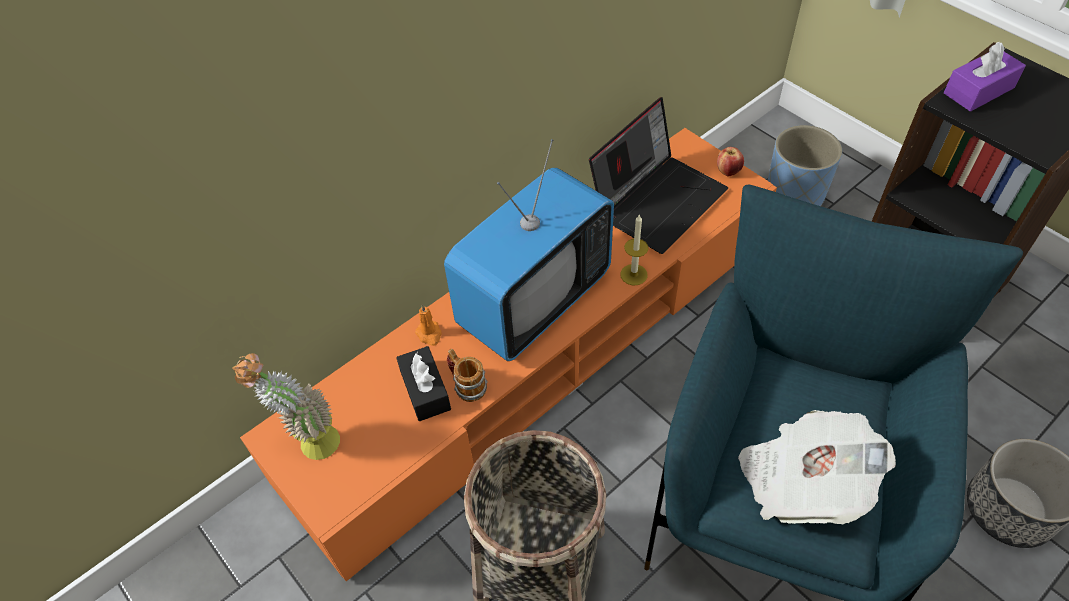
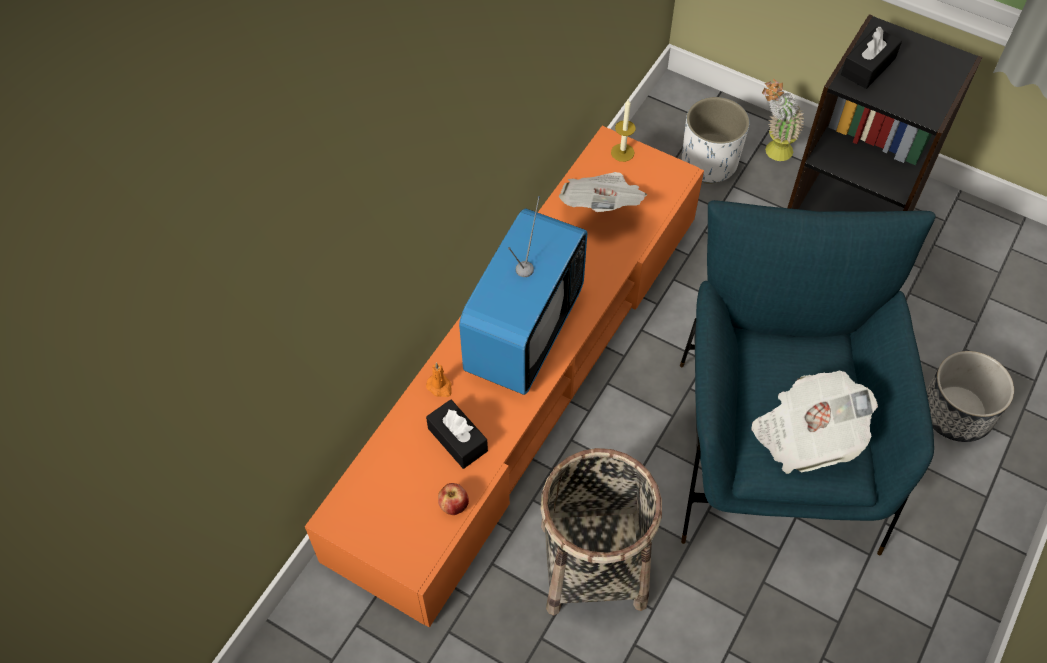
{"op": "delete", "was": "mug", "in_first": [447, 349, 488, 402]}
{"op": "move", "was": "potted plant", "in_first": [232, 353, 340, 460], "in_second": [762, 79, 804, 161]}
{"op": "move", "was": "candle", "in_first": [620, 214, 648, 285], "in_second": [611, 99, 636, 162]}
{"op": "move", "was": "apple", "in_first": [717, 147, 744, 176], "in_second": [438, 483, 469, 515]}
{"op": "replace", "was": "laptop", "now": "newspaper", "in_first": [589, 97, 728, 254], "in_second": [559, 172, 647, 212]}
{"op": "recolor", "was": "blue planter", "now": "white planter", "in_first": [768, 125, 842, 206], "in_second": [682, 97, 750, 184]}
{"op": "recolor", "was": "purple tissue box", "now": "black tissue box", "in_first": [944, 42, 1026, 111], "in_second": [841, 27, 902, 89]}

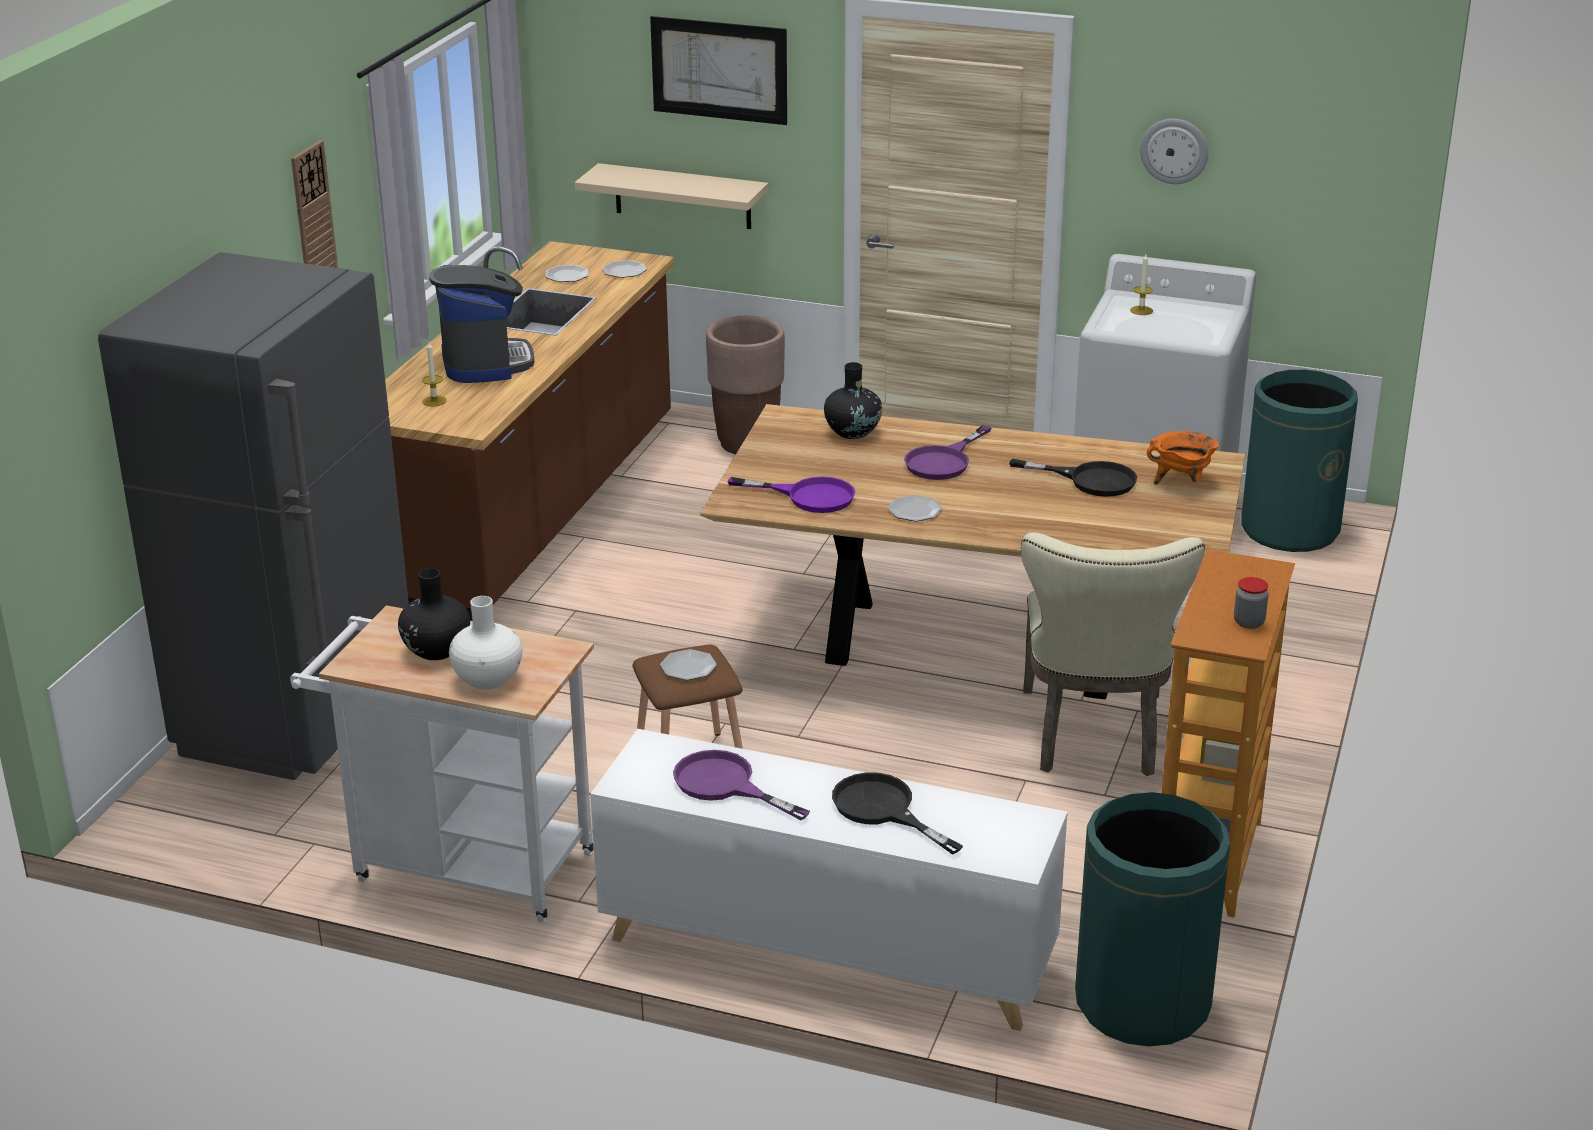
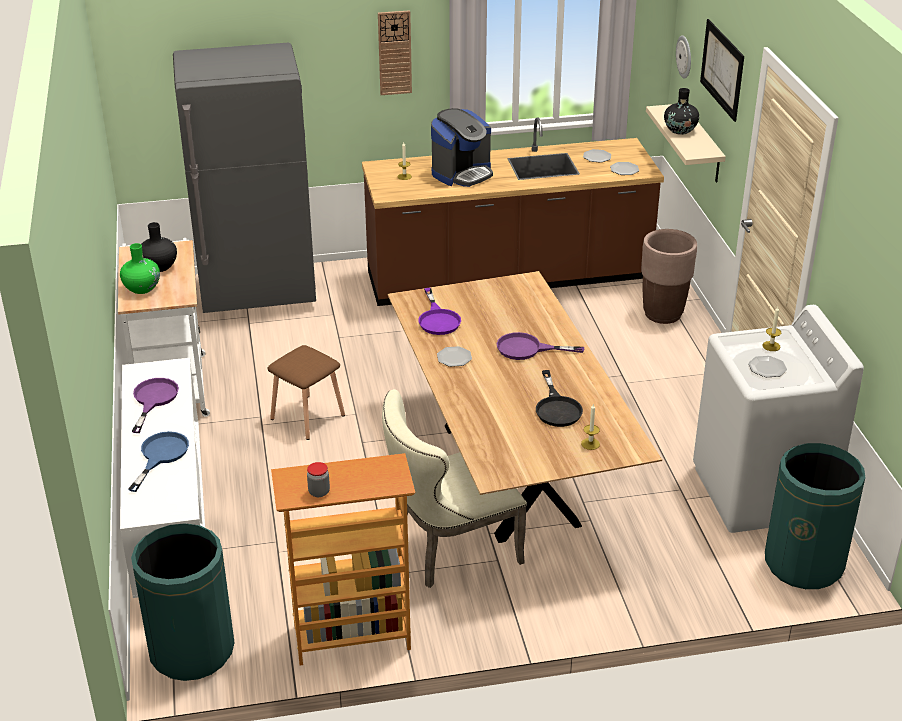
{"op": "move", "was": "plate", "in_first": [660, 649, 717, 680], "in_second": [748, 356, 787, 377]}
{"op": "move", "was": "black vase", "in_first": [824, 362, 882, 439], "in_second": [664, 88, 699, 135]}
{"op": "move", "was": "wall clock", "in_first": [1140, 119, 1209, 184], "in_second": [676, 35, 691, 79]}
{"op": "replace", "was": "orange cooking pot", "now": "candle", "in_first": [1147, 431, 1219, 485], "in_second": [581, 403, 600, 450]}
{"op": "recolor", "was": "white vase", "now": "green vase", "in_first": [449, 596, 522, 690], "in_second": [120, 243, 160, 294]}
{"op": "recolor", "was": "black frying pan", "now": "blue frying pan", "in_first": [832, 772, 963, 855], "in_second": [128, 431, 189, 492]}

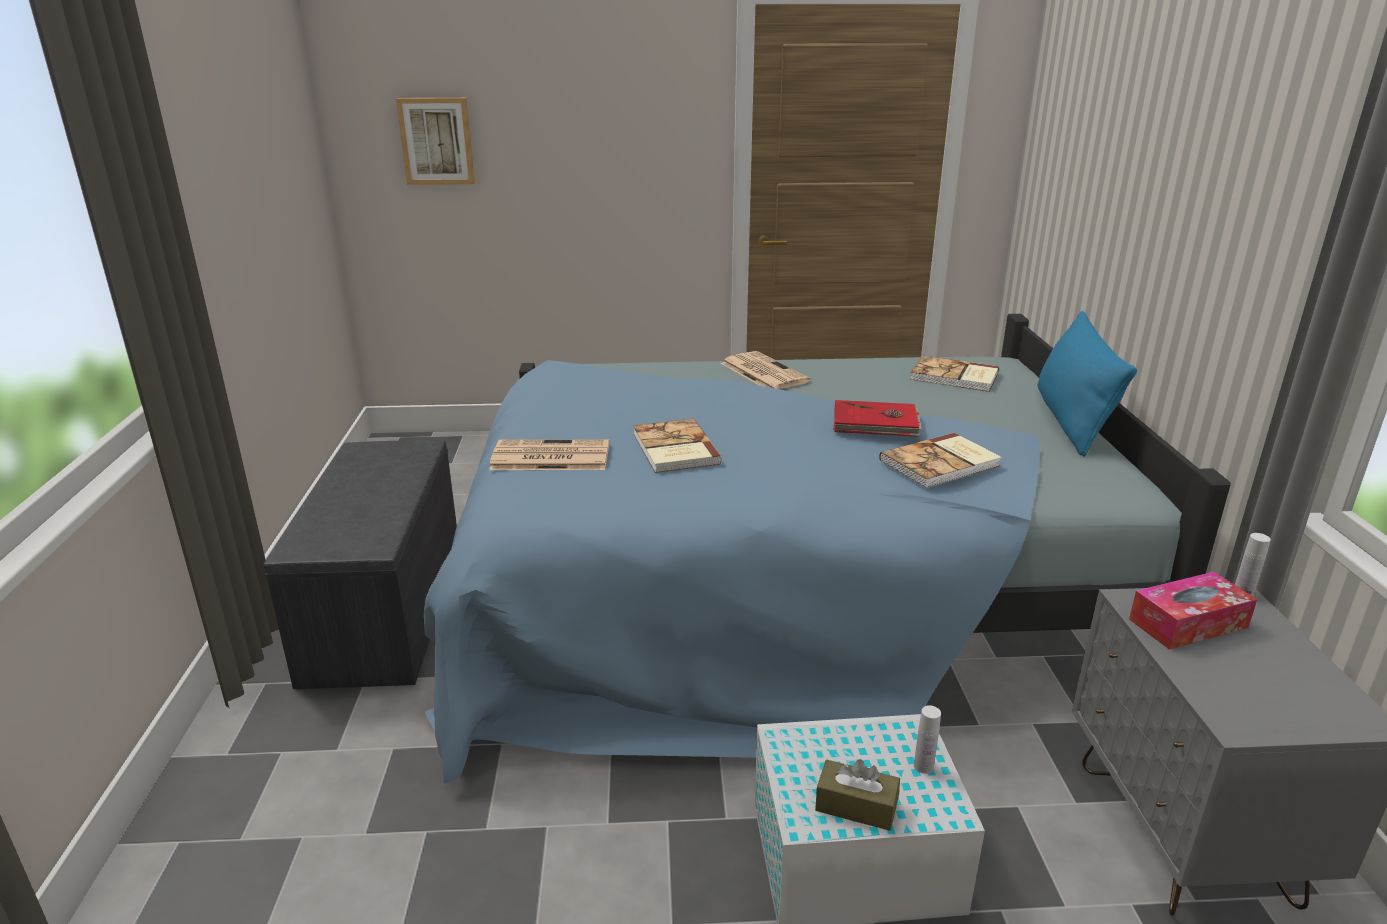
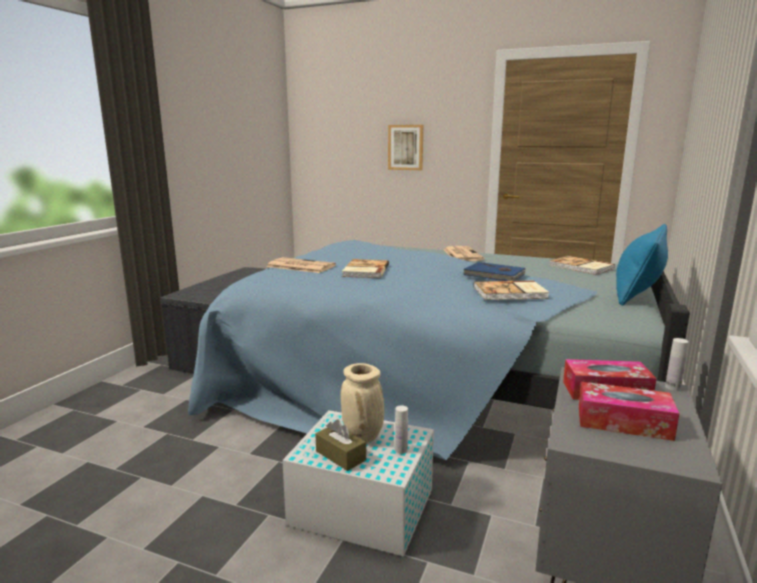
{"op": "insert", "now": "beige vase", "in_second": [340, 363, 384, 443]}
{"op": "insert", "now": "tissue box", "in_second": [579, 382, 680, 441]}
{"op": "move", "was": "picture", "in_first": [396, 98, 475, 185], "in_second": [388, 125, 423, 170]}
{"op": "recolor", "was": "red book", "now": "blue book", "in_first": [833, 400, 922, 437], "in_second": [464, 262, 526, 281]}

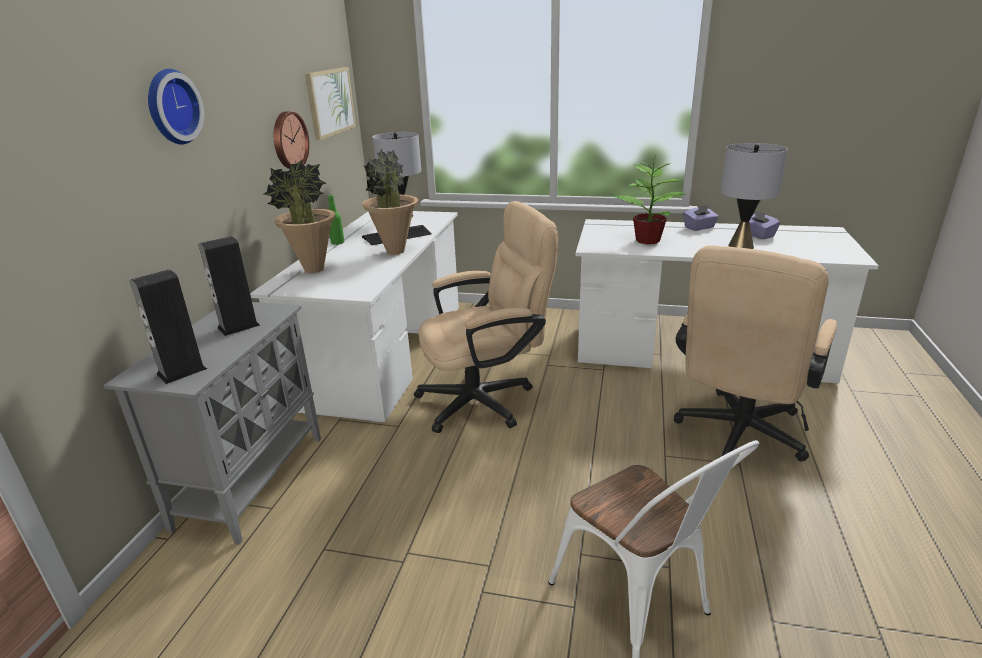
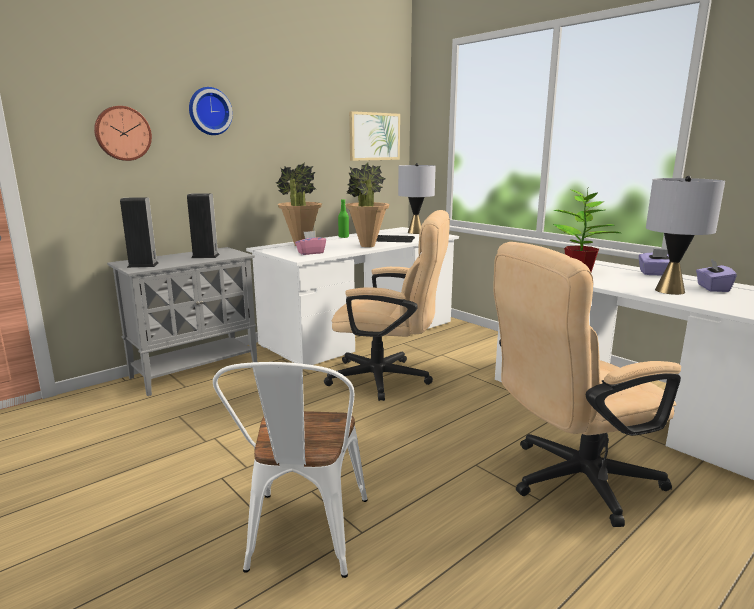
{"op": "insert", "now": "pink tissue box", "in_second": [295, 231, 326, 255]}
{"op": "move", "was": "wall clock", "in_first": [274, 111, 309, 169], "in_second": [94, 106, 152, 161]}

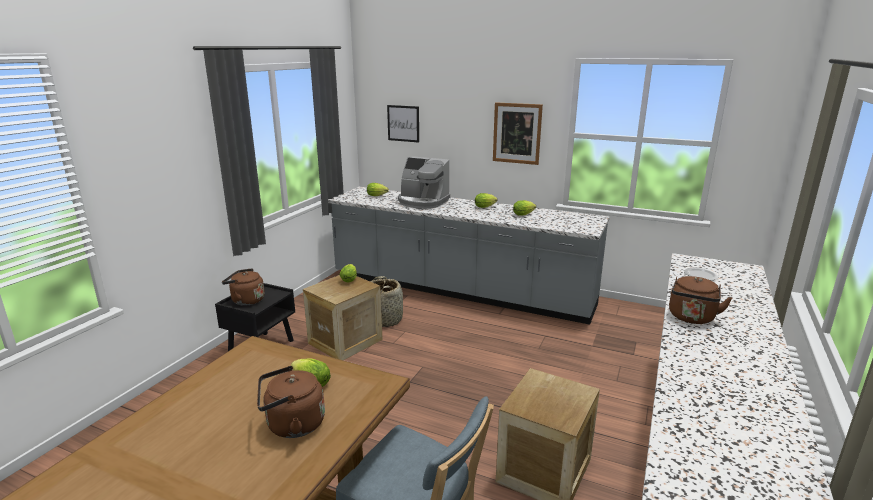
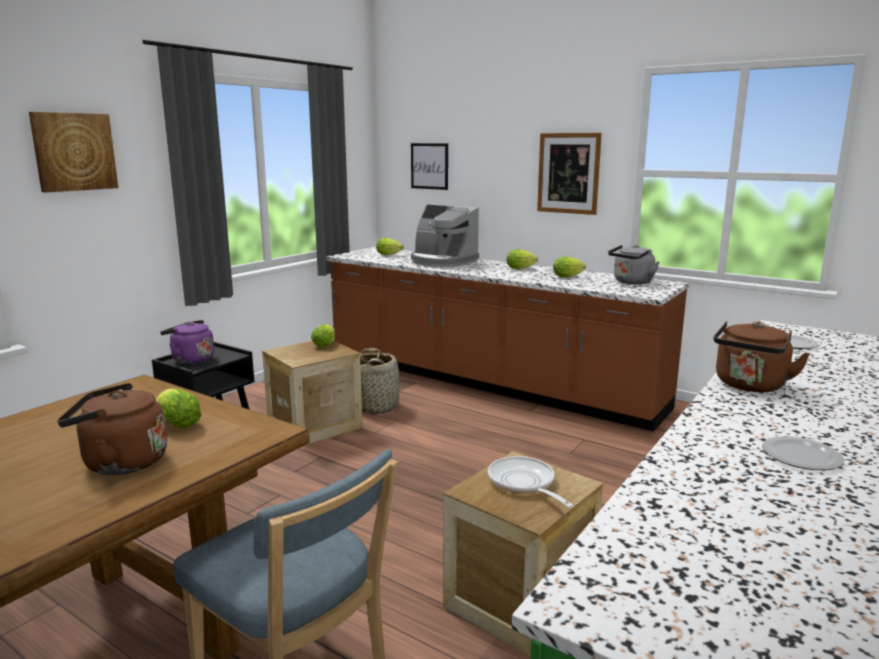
{"op": "insert", "now": "picture", "in_second": [29, 112, 118, 193]}
{"op": "insert", "now": "frying pan", "in_second": [488, 456, 574, 508]}
{"op": "insert", "now": "grey kettle", "in_second": [608, 244, 660, 284]}
{"op": "insert", "now": "plate", "in_second": [762, 436, 845, 470]}
{"op": "recolor", "was": "brown kettle", "now": "purple kettle", "in_first": [222, 268, 265, 306], "in_second": [160, 320, 214, 364]}
{"op": "recolor", "was": "grey counter", "now": "brown counter", "in_first": [328, 187, 610, 325], "in_second": [326, 247, 689, 432]}

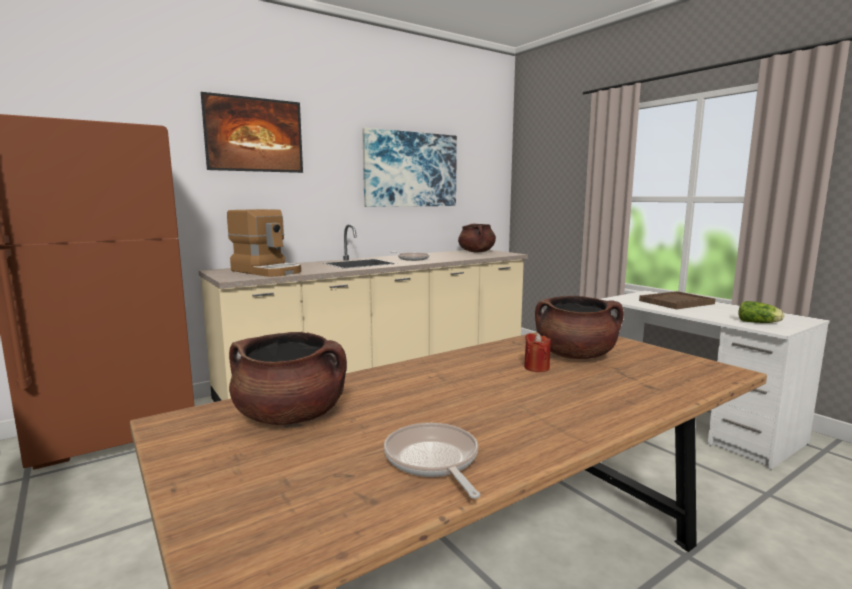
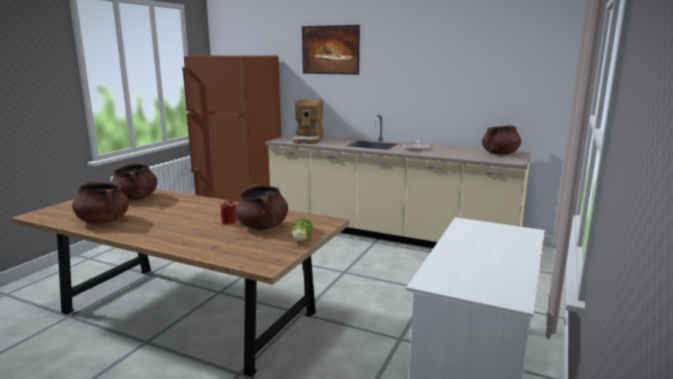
{"op": "delete", "was": "picture", "in_first": [362, 128, 457, 207]}
{"op": "delete", "was": "brown tray", "in_first": [639, 291, 715, 309]}
{"op": "move", "was": "lettuce", "in_first": [739, 301, 784, 323], "in_second": [292, 218, 313, 242]}
{"op": "replace", "was": "frying pan", "now": "brown cooking pot", "in_first": [384, 423, 480, 499], "in_second": [72, 181, 129, 224]}

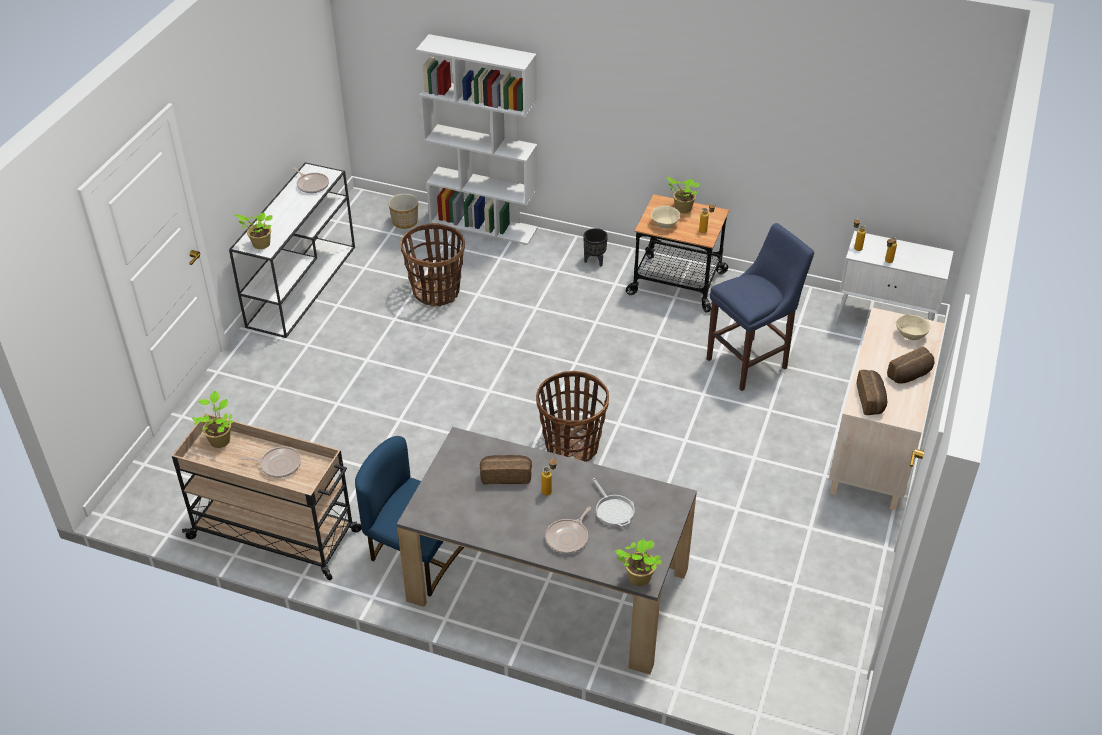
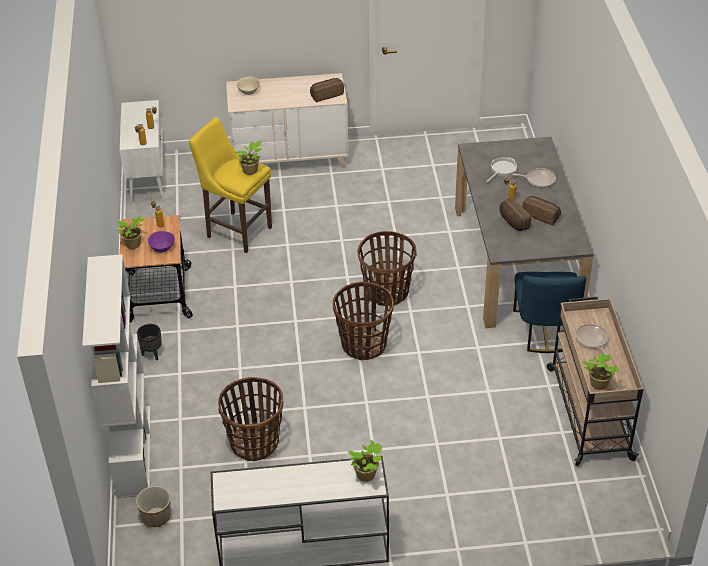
{"op": "delete", "was": "frying pan", "in_first": [293, 167, 329, 193]}
{"op": "insert", "now": "basket", "in_second": [333, 282, 394, 360]}
{"op": "move", "was": "potted plant", "in_first": [614, 539, 662, 586], "in_second": [234, 141, 262, 175]}
{"op": "move", "was": "bread", "in_first": [887, 347, 934, 384], "in_second": [522, 196, 561, 225]}
{"op": "recolor", "was": "beige bowl", "now": "purple bowl", "in_first": [651, 206, 680, 229], "in_second": [148, 231, 175, 253]}
{"op": "recolor", "was": "blue stool", "now": "yellow stool", "in_first": [707, 223, 814, 391], "in_second": [189, 117, 272, 253]}

